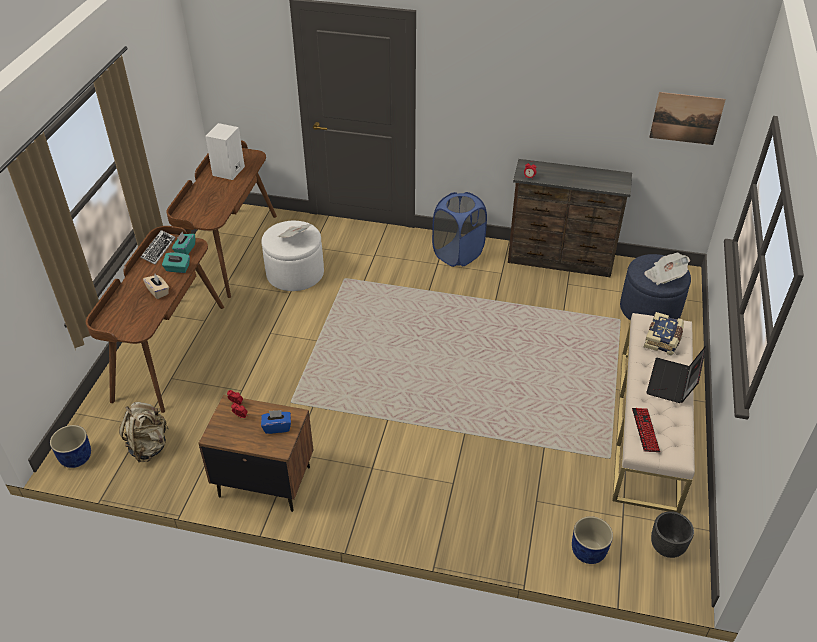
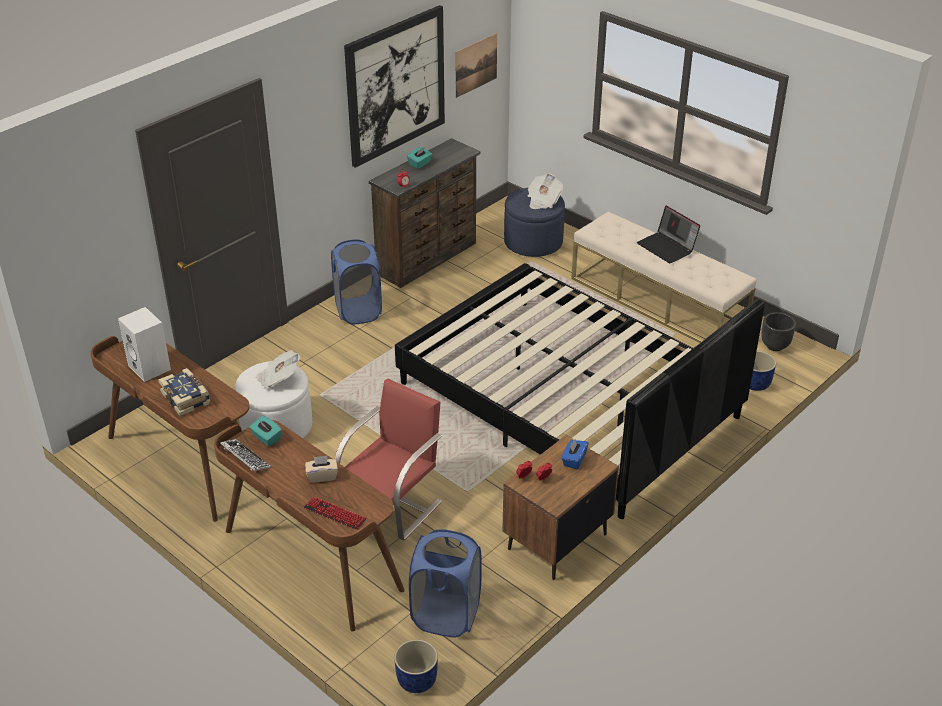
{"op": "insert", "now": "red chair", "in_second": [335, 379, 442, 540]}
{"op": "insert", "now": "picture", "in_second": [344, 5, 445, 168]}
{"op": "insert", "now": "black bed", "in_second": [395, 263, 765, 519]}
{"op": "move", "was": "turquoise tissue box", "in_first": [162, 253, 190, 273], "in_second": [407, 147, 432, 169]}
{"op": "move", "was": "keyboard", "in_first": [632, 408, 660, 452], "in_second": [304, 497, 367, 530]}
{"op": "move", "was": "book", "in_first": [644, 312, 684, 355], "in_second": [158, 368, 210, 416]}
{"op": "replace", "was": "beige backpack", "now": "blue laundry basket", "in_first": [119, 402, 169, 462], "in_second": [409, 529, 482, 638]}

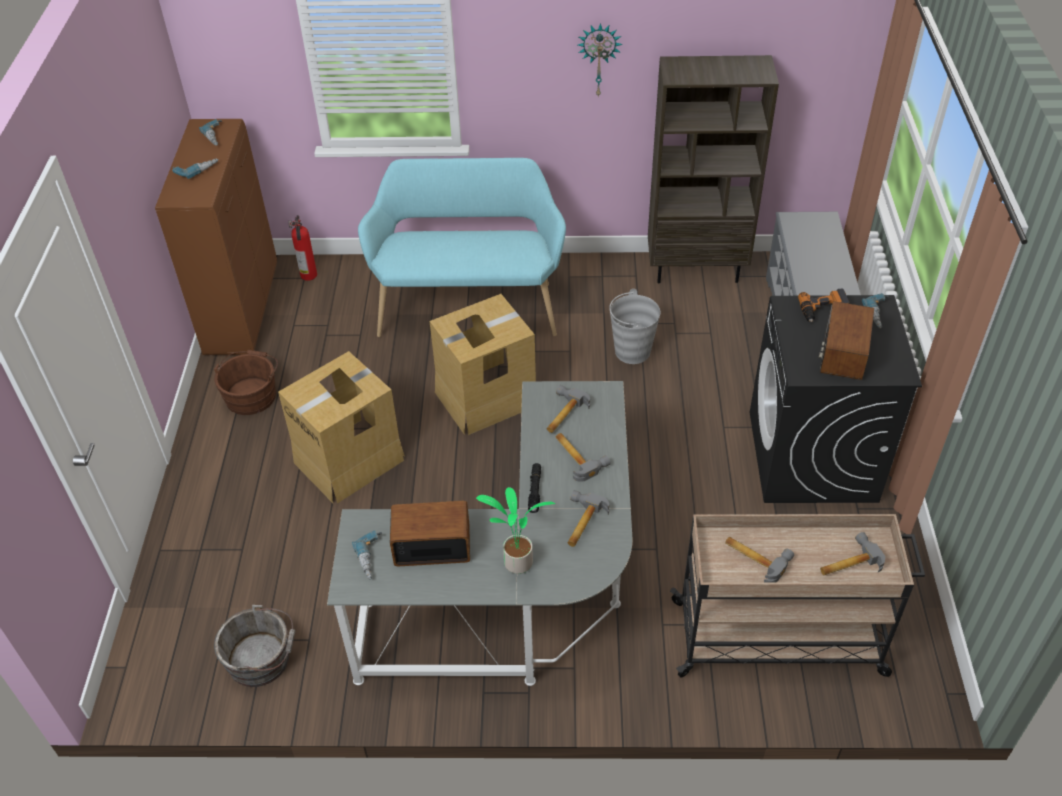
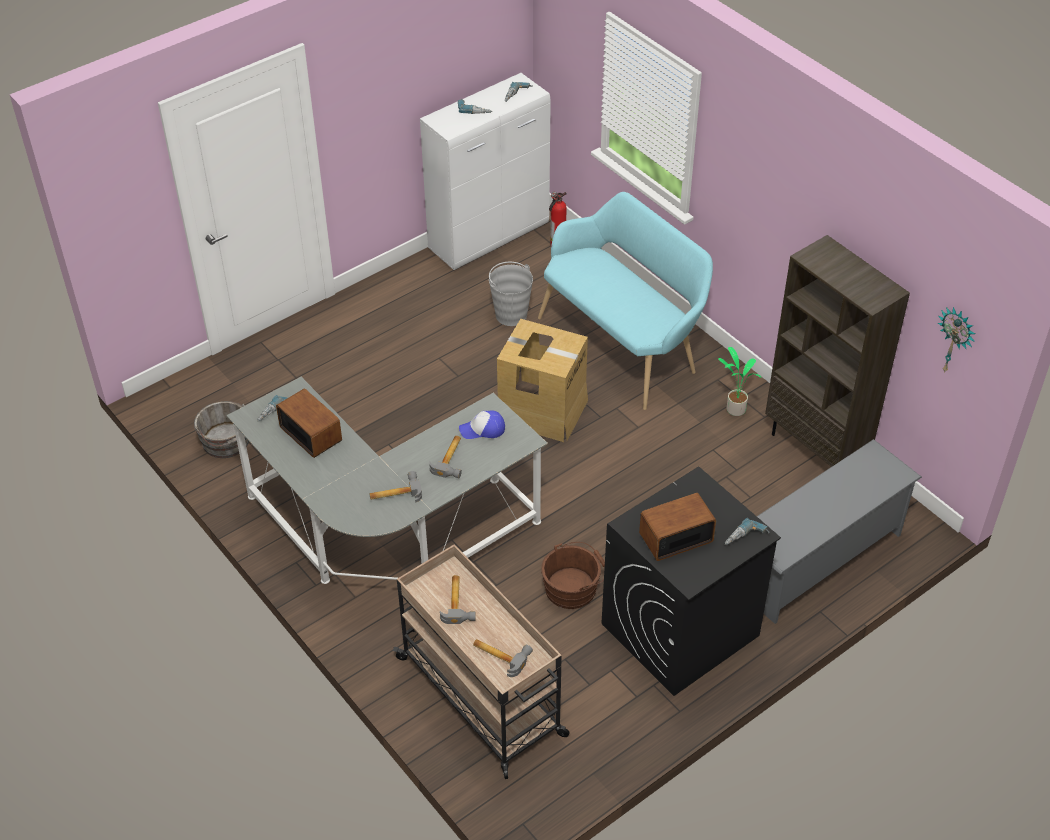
{"op": "delete", "was": "cardboard box", "in_first": [278, 351, 405, 503]}
{"op": "delete", "was": "black flashlight", "in_first": [528, 463, 541, 513]}
{"op": "delete", "was": "power drill", "in_first": [798, 289, 850, 322]}
{"op": "move", "was": "brown bucket", "in_first": [214, 350, 278, 415], "in_second": [541, 542, 605, 609]}
{"op": "move", "was": "potted plant", "in_first": [476, 487, 555, 574], "in_second": [718, 347, 761, 416]}
{"op": "move", "was": "wall clock", "in_first": [578, 23, 623, 98], "in_second": [938, 307, 975, 373]}
{"op": "move", "was": "grey bucket", "in_first": [609, 289, 660, 364], "in_second": [489, 262, 533, 326]}
{"op": "replace", "was": "hammer", "now": "cap", "in_first": [547, 385, 590, 433], "in_second": [459, 410, 505, 439]}
{"op": "recolor", "was": "brown cabinet", "now": "white cabinet", "in_first": [155, 119, 277, 355], "in_second": [420, 73, 551, 270]}

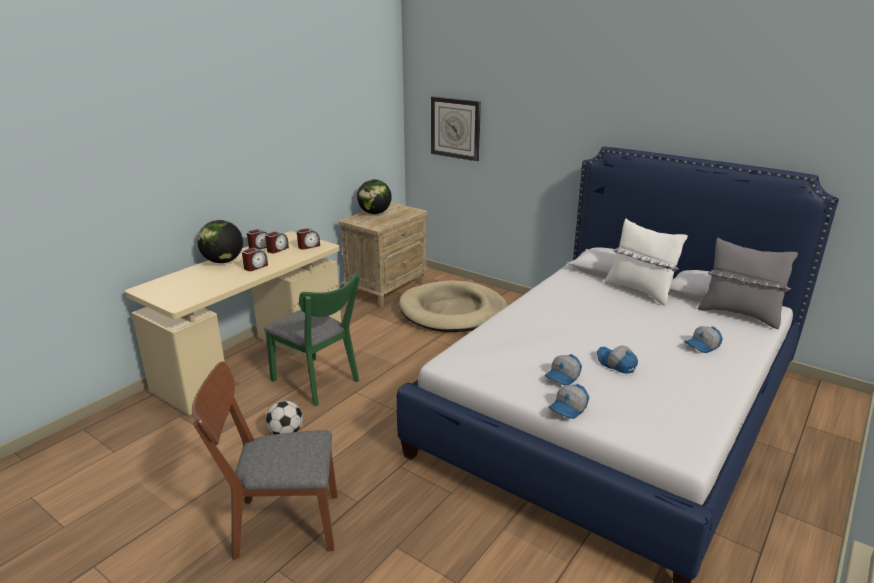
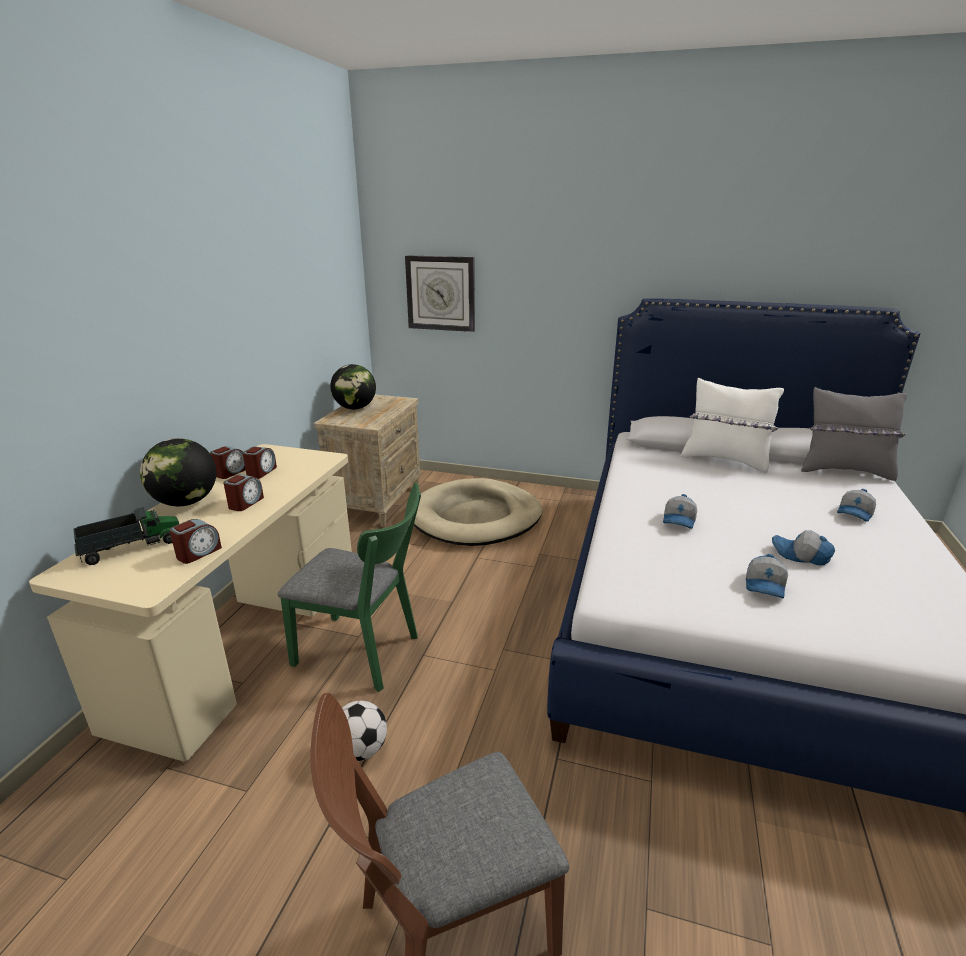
{"op": "insert", "now": "toy truck", "in_second": [73, 507, 179, 565]}
{"op": "move", "was": "alarm clock", "in_first": [297, 228, 320, 250], "in_second": [169, 519, 222, 564]}
{"op": "move", "was": "cap", "in_first": [549, 384, 589, 419], "in_second": [663, 494, 697, 529]}

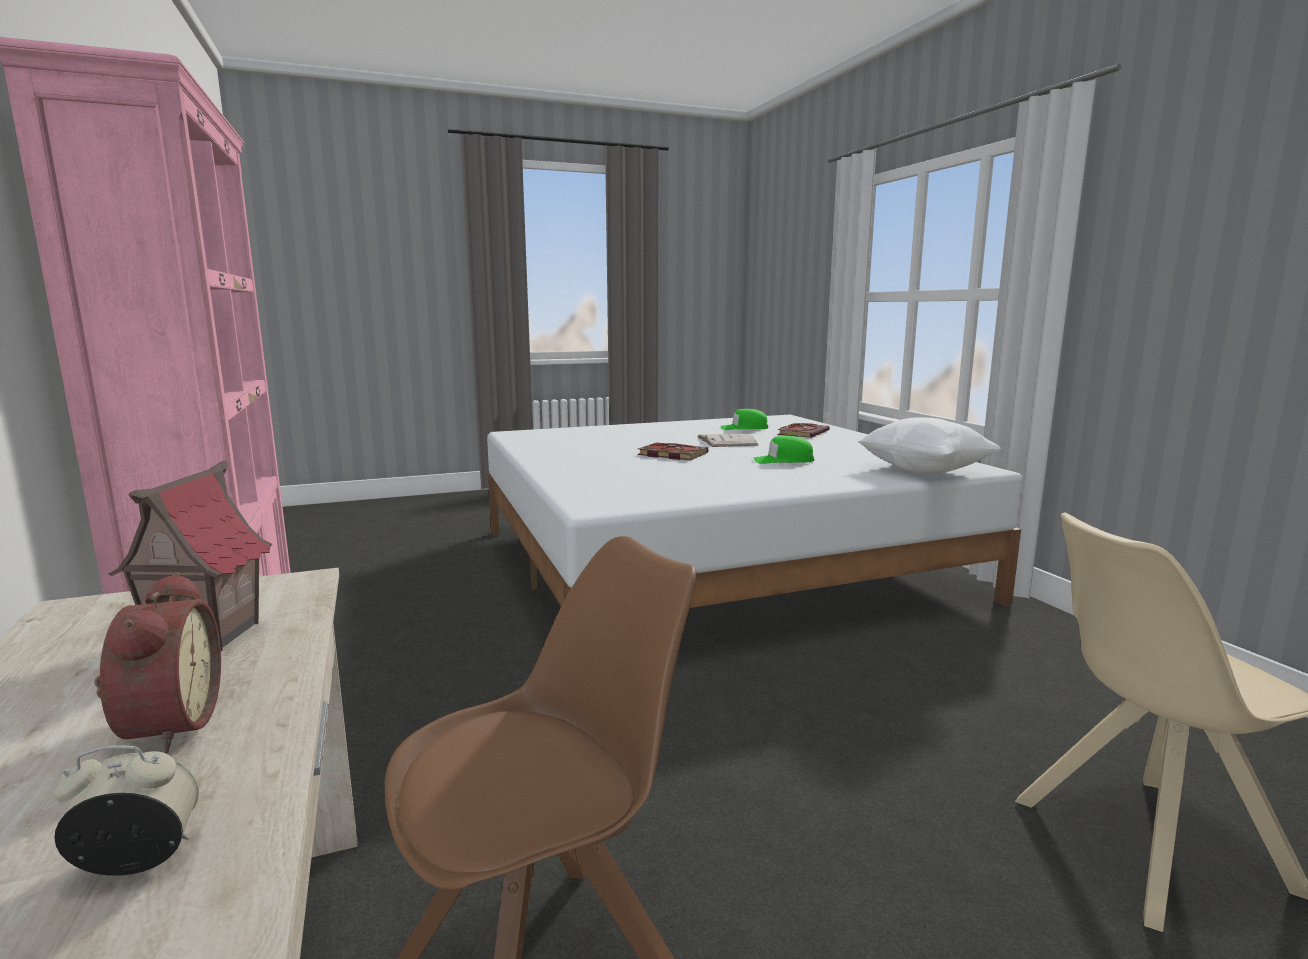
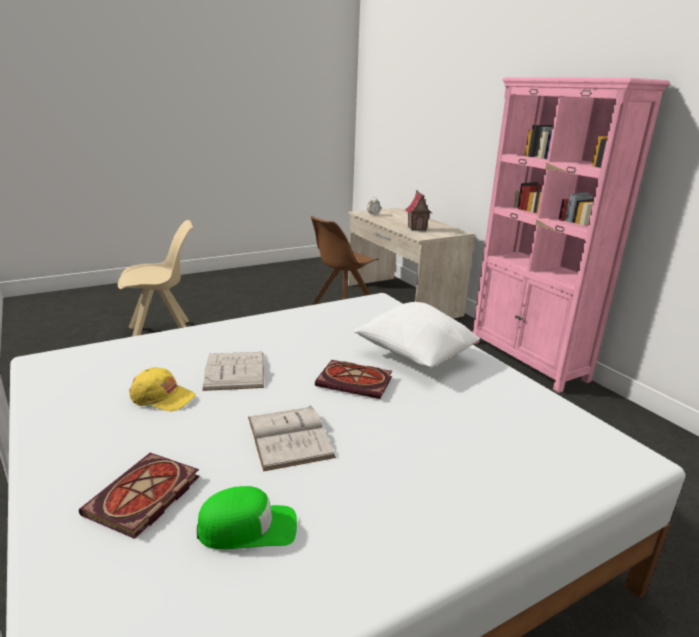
{"op": "delete", "was": "alarm clock", "in_first": [94, 572, 221, 753]}
{"op": "insert", "now": "yellow cap", "in_second": [129, 367, 196, 411]}
{"op": "move", "was": "white pillow", "in_first": [858, 417, 1002, 474], "in_second": [354, 302, 480, 368]}
{"op": "replace", "was": "green cap", "now": "white book", "in_first": [754, 436, 814, 464], "in_second": [202, 352, 264, 391]}

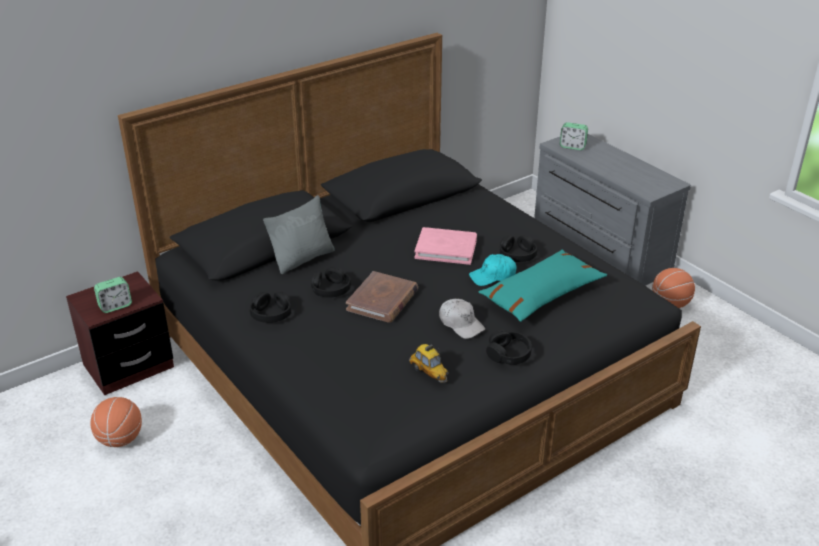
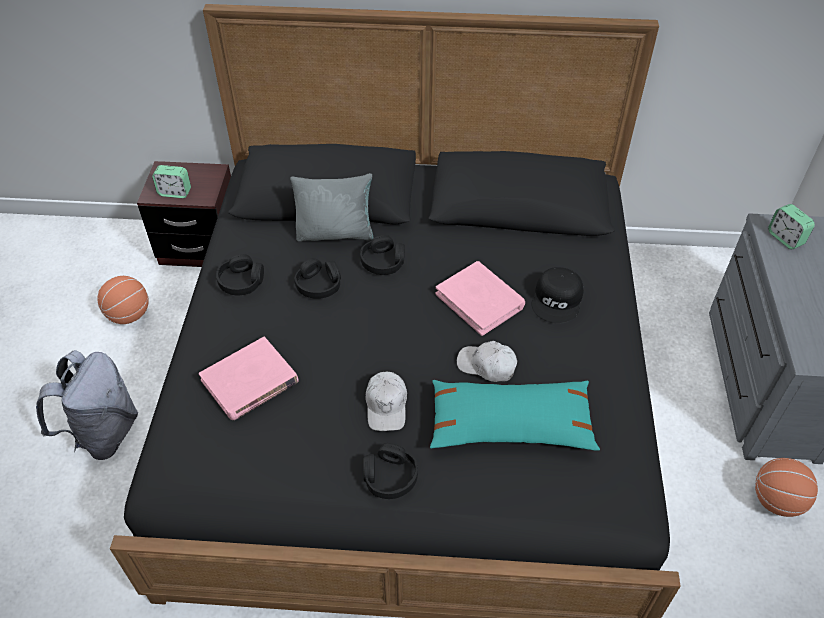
{"op": "delete", "was": "brown book", "in_first": [346, 271, 418, 323]}
{"op": "delete", "was": "toy car", "in_first": [409, 344, 449, 383]}
{"op": "insert", "now": "grey backpack", "in_second": [36, 350, 138, 460]}
{"op": "insert", "now": "pink book", "in_second": [199, 337, 299, 420]}
{"op": "insert", "now": "black cap", "in_second": [531, 267, 584, 323]}
{"op": "move", "was": "black headphones", "in_first": [500, 235, 537, 262], "in_second": [360, 235, 405, 275]}
{"op": "recolor", "was": "turquoise cap", "now": "white cap", "in_first": [469, 254, 517, 286], "in_second": [457, 341, 518, 382]}

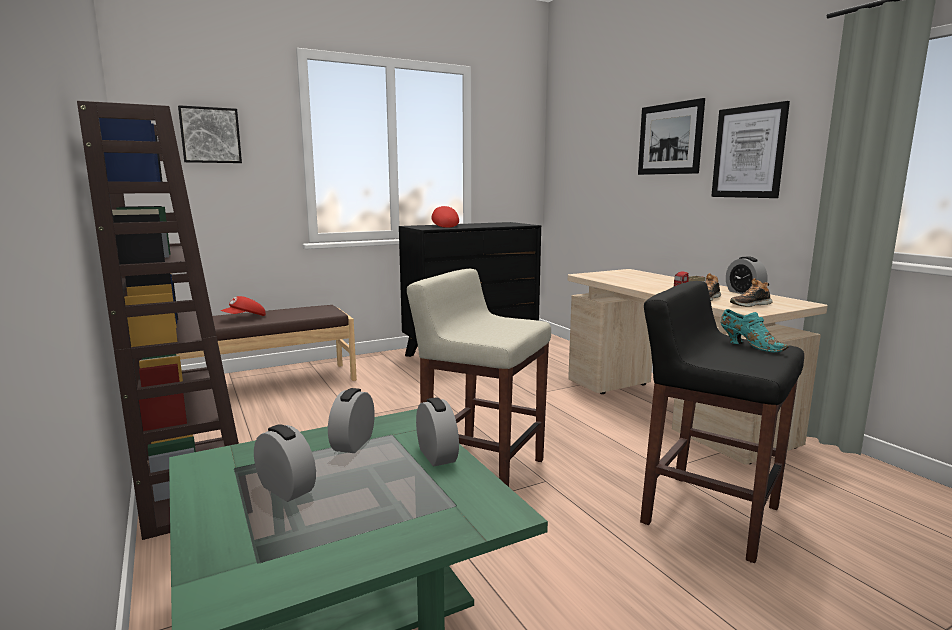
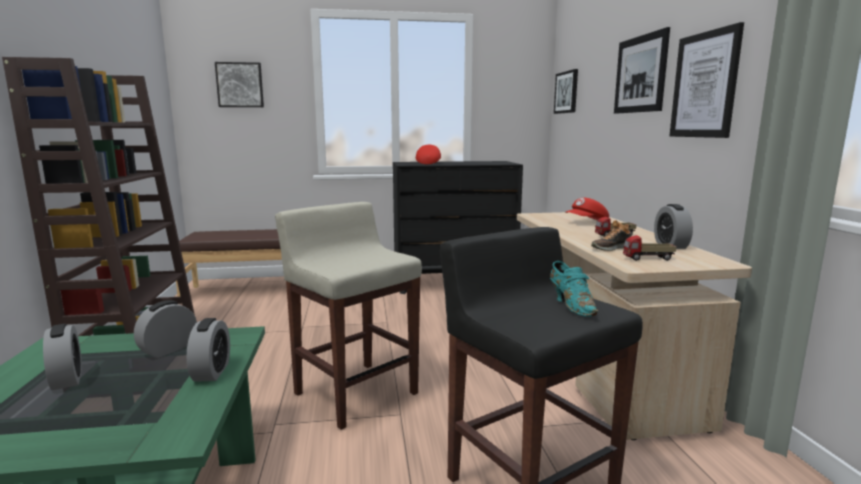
{"op": "insert", "now": "picture", "in_second": [554, 69, 578, 114]}
{"op": "move", "was": "red cap", "in_first": [221, 296, 266, 316], "in_second": [566, 198, 609, 220]}
{"op": "replace", "was": "shoe", "now": "toy truck", "in_first": [730, 278, 772, 307], "in_second": [623, 235, 676, 261]}

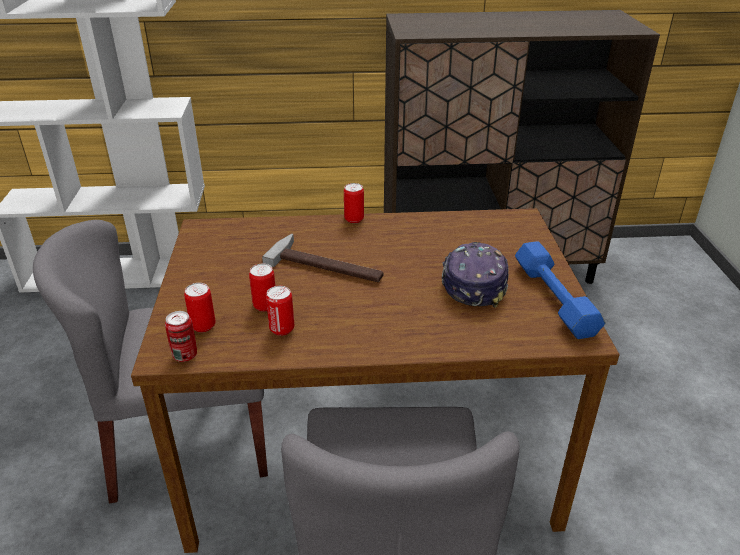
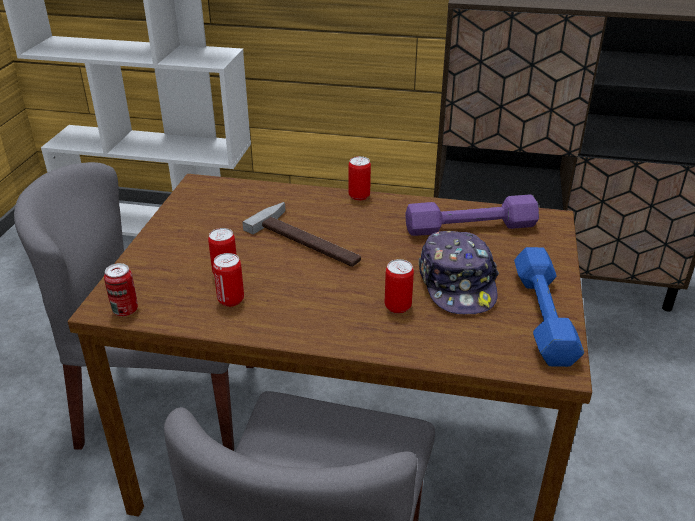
{"op": "insert", "now": "purple dumbbell", "in_second": [405, 195, 539, 236]}
{"op": "move", "was": "can", "in_first": [184, 283, 216, 333], "in_second": [385, 259, 414, 314]}
{"op": "rotate", "was": "cap", "in_first": [442, 242, 509, 308], "in_second": [419, 231, 499, 314], "clockwise": 150}

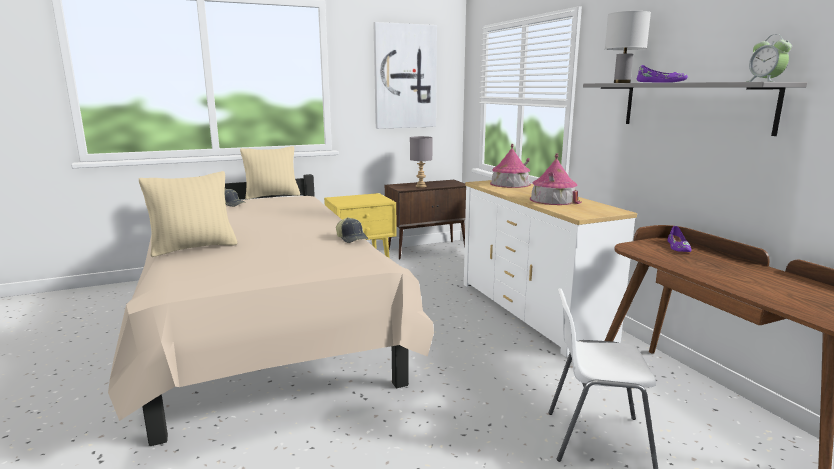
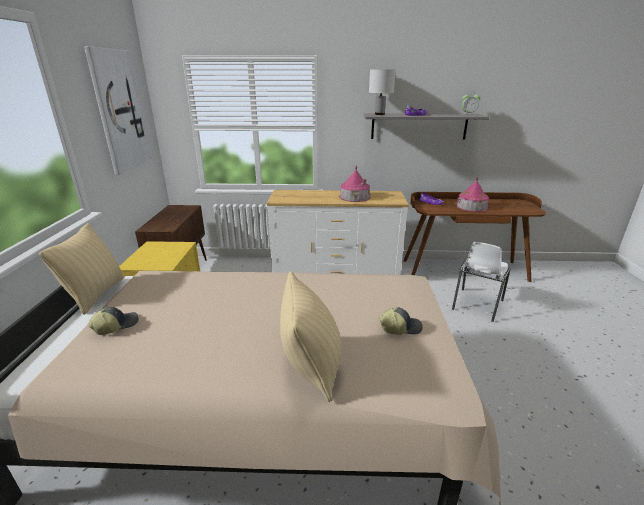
{"op": "delete", "was": "grey table lamp", "in_first": [410, 136, 433, 187]}
{"op": "move", "was": "cap", "in_first": [336, 217, 368, 243], "in_second": [379, 307, 423, 335]}
{"op": "move", "was": "toy house", "in_first": [490, 144, 531, 188], "in_second": [454, 177, 489, 212]}

